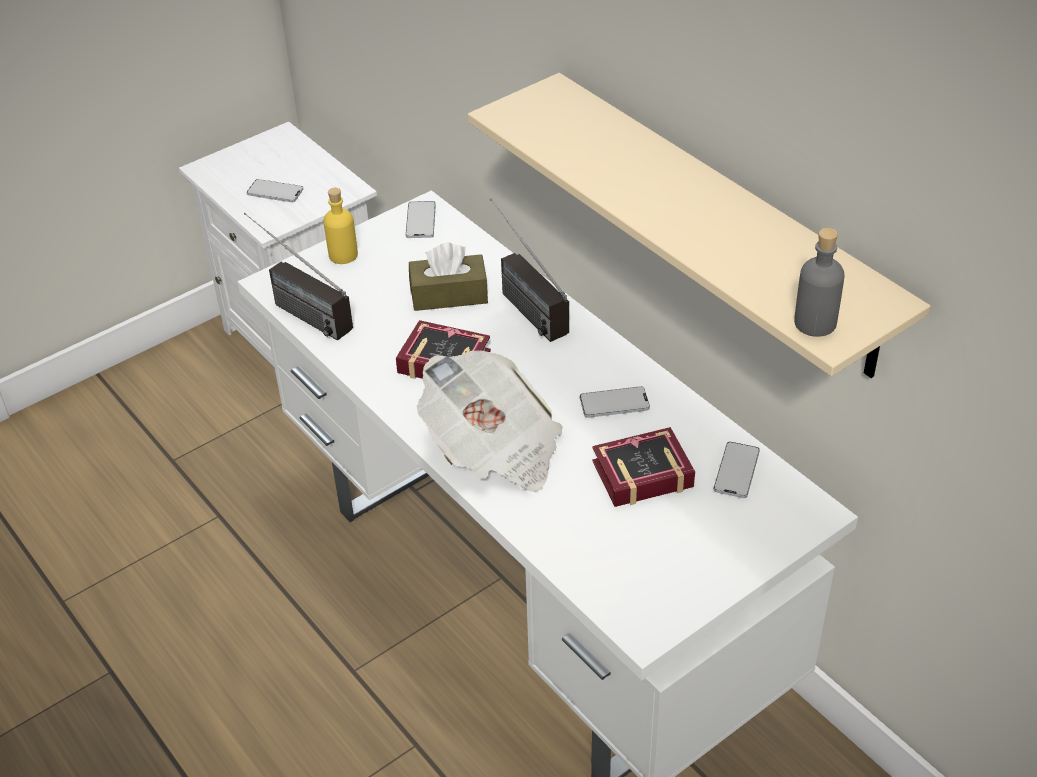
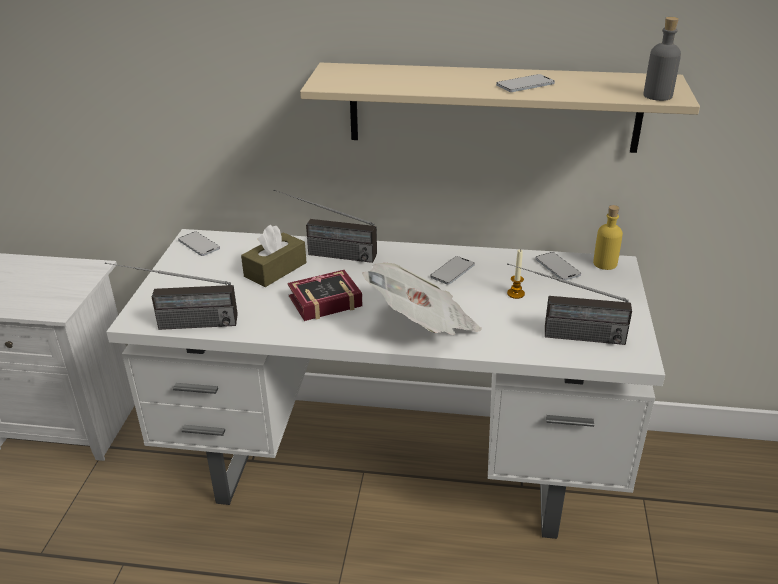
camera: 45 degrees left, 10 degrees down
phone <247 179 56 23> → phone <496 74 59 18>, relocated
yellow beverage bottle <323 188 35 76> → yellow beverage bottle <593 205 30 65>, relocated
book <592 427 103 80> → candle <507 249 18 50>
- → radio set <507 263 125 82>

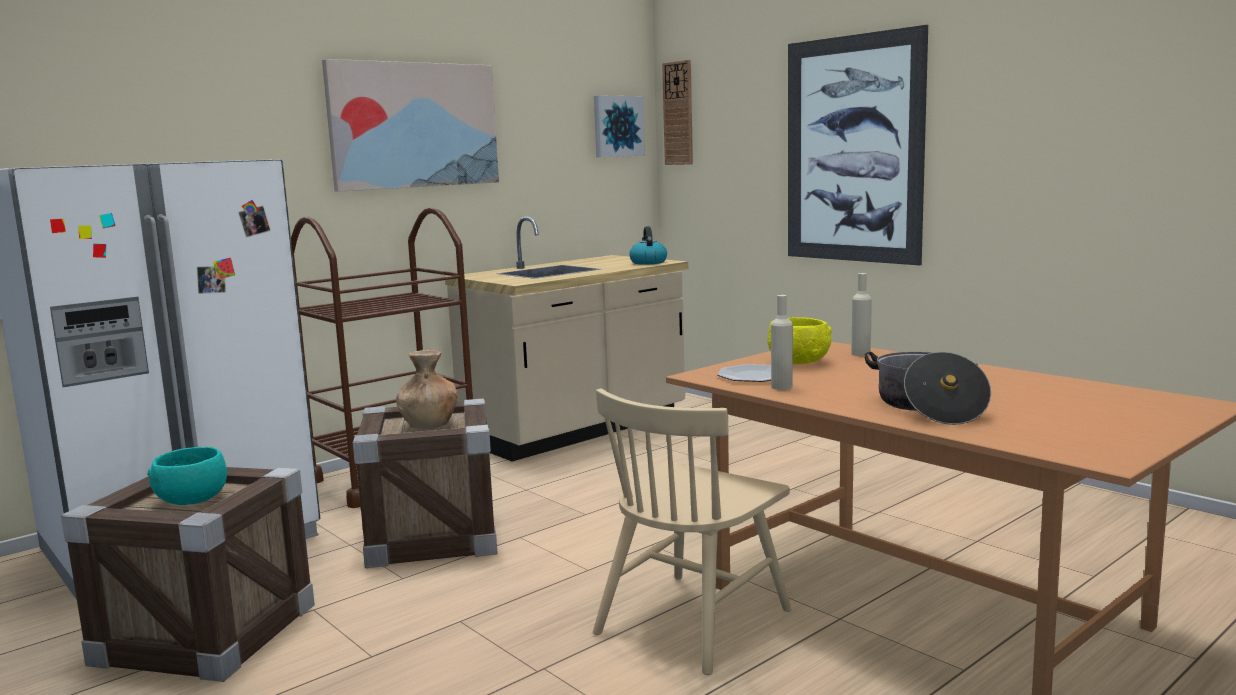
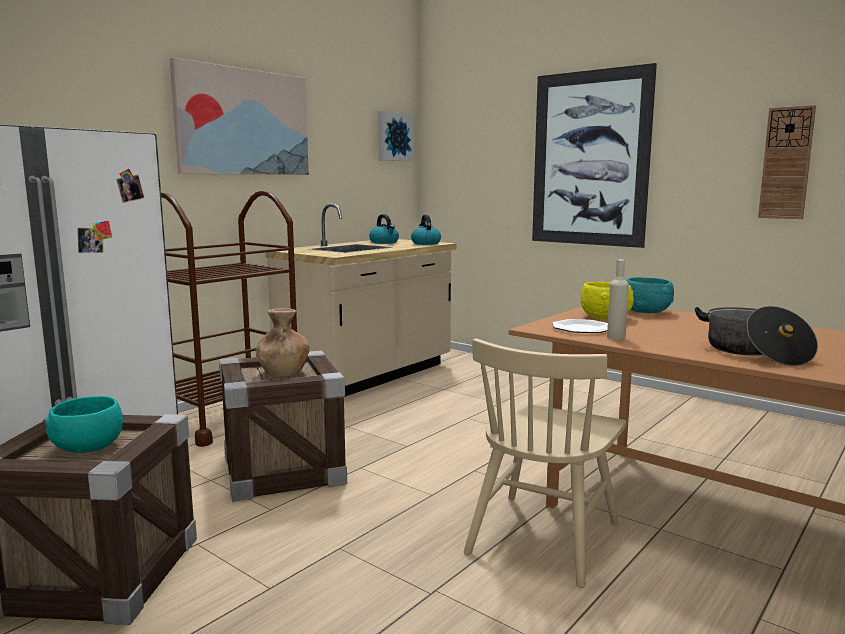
camera: 10 degrees left, 0 degrees up
wall clock <662 60 31 105> → wall clock <758 105 58 114>, relocated
sand-coloured beverage bottle <852 273 20 83> → turquoise-coloured serving bowl <626 277 48 36>
- → kettle <369 214 30 30>

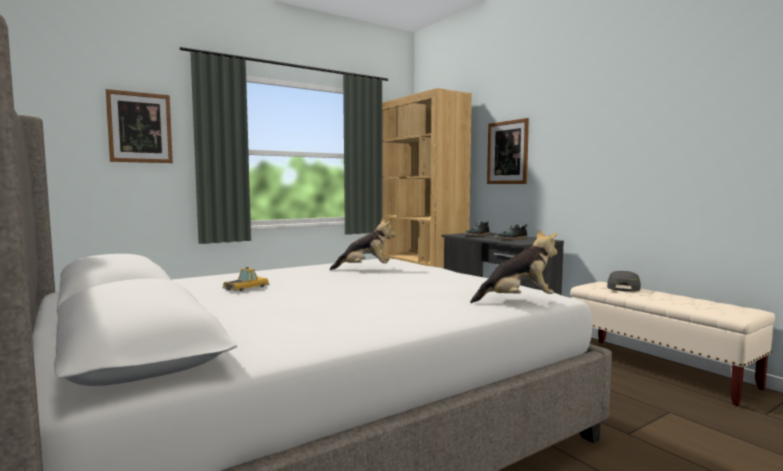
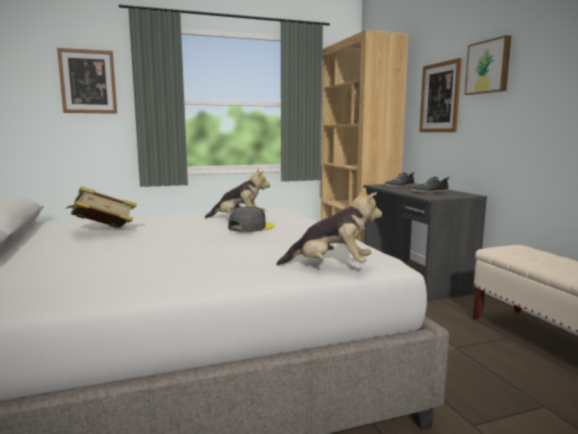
camera: 15 degrees right, 5 degrees up
model car <222 267 47 24> → book <66 186 71 42>
gray peaked cap <607 271 34 21> → gray peaked cap <228 206 47 26>, relocated
- → wall art <465 35 46 60>

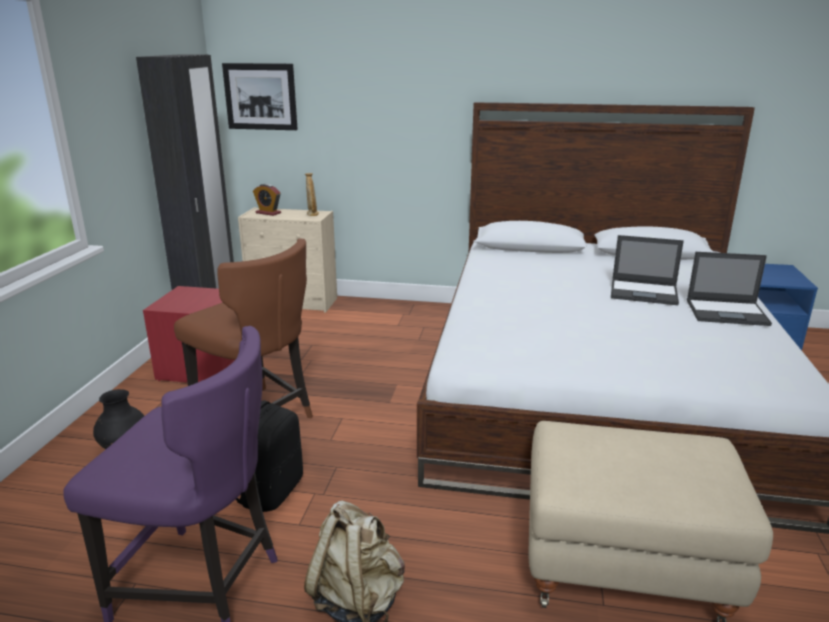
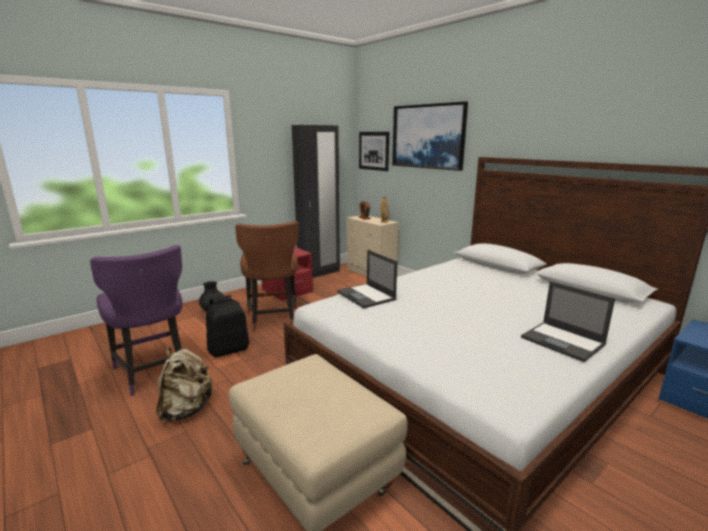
camera: 40 degrees right, 5 degrees down
laptop <611 235 73 70> → laptop <337 250 60 59>, relocated
- → wall art <392 101 76 70>

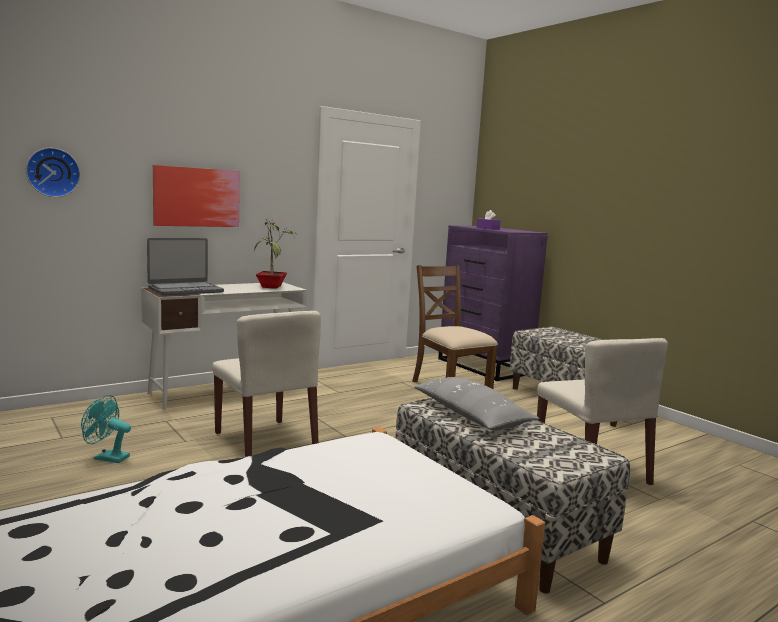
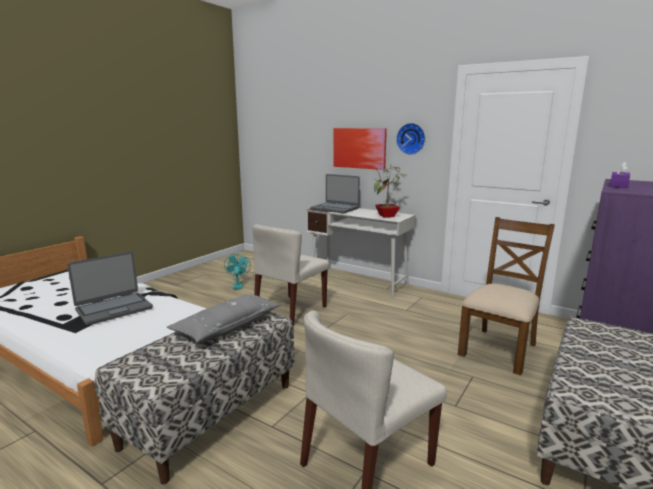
camera: 70 degrees right, 5 degrees up
wall clock <26 148 54 49> → wall clock <396 123 29 32>, relocated
- → laptop <67 252 86 74>

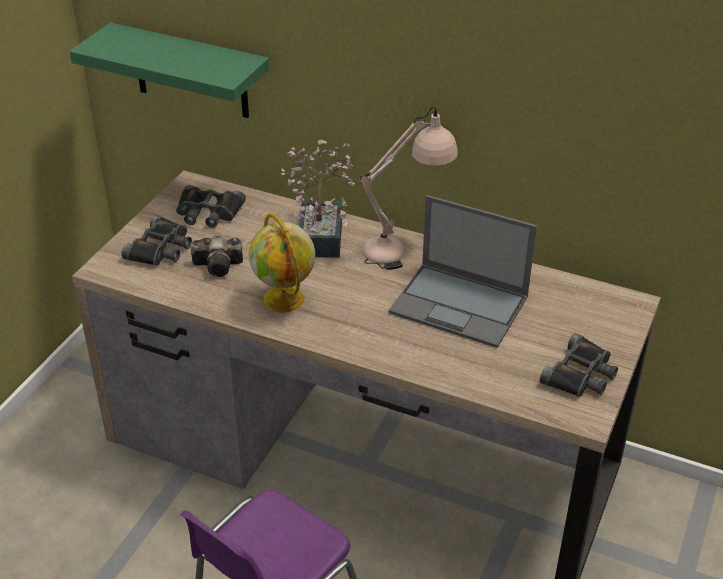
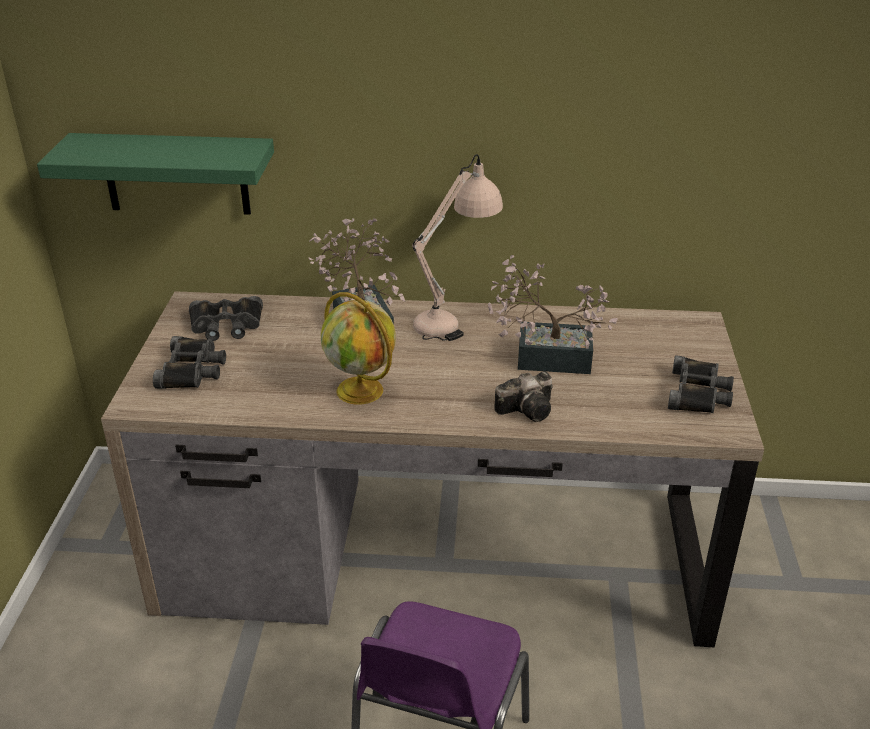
camera: 20 degrees left, 5 degrees down
still camera <191 235 52 42> → still camera <494 371 59 51>, relocated
laptop <389 195 148 153> → houseplant <488 255 130 119>

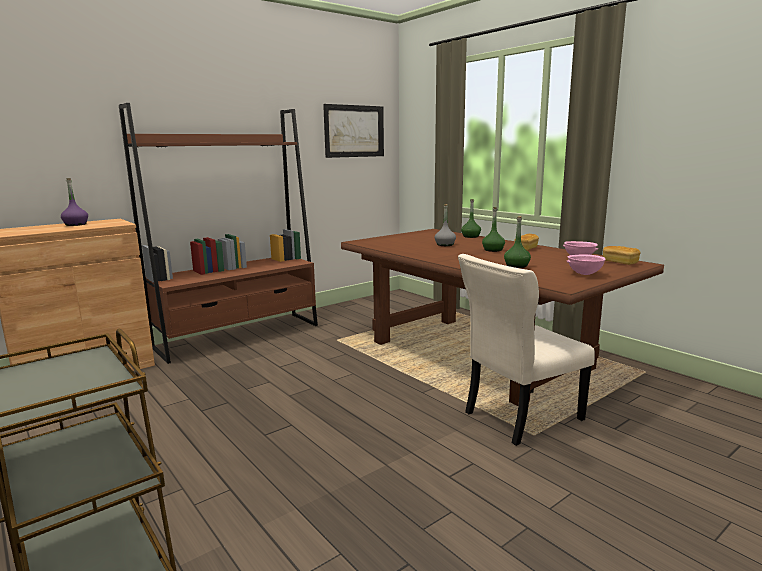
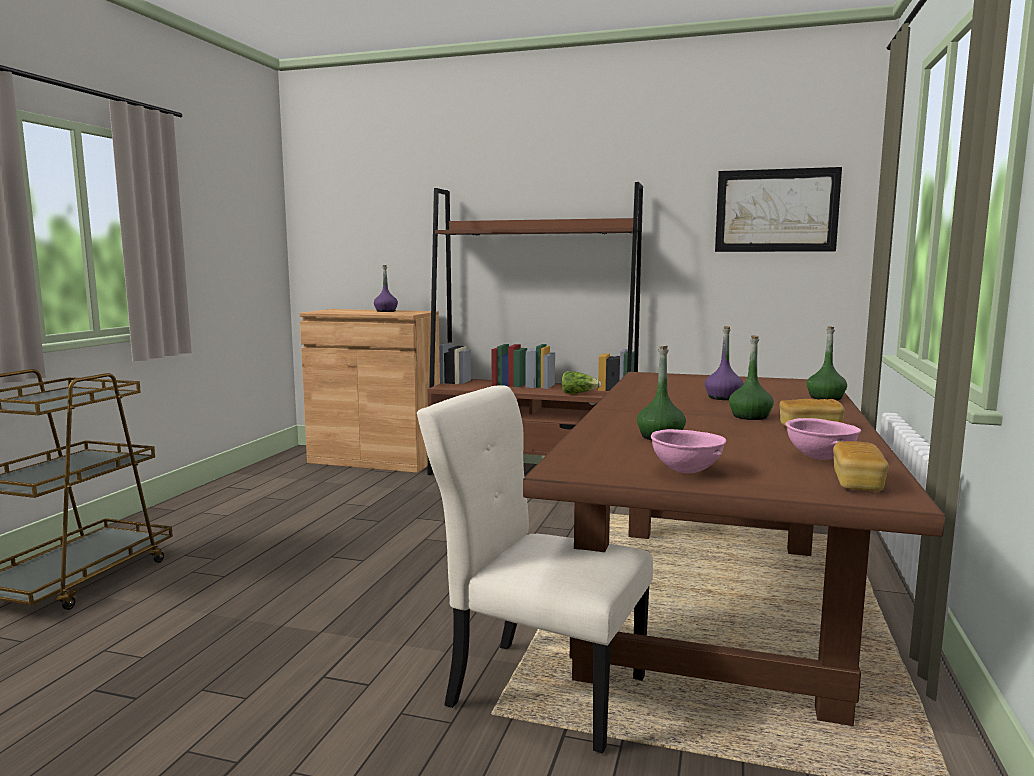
camera: 55 degrees right, 5 degrees down
gray beverage bottle <435 204 21 42> → purple beverage bottle <705 326 39 74>
- → head of lettuce <561 371 40 23>

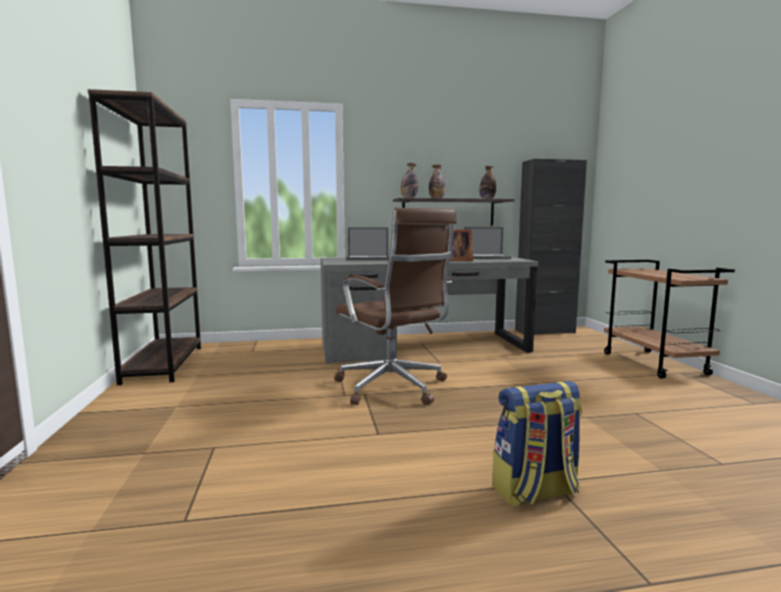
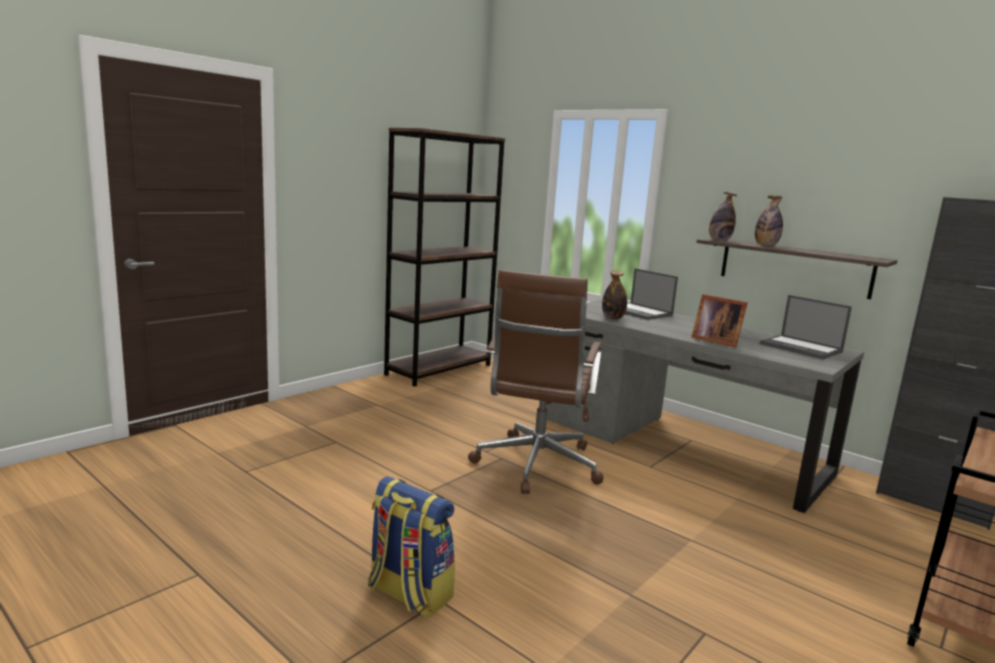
camera: 50 degrees right, 5 degrees up
beverage bottle <479 165 17 34> → beverage bottle <602 271 25 48>, relocated

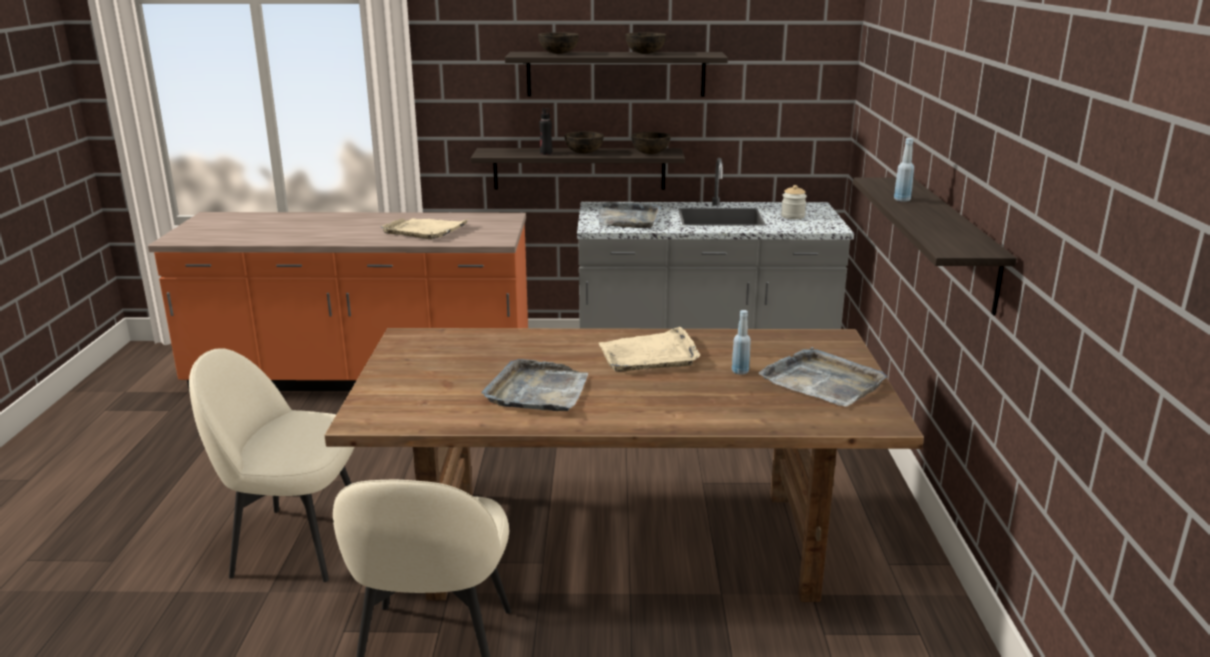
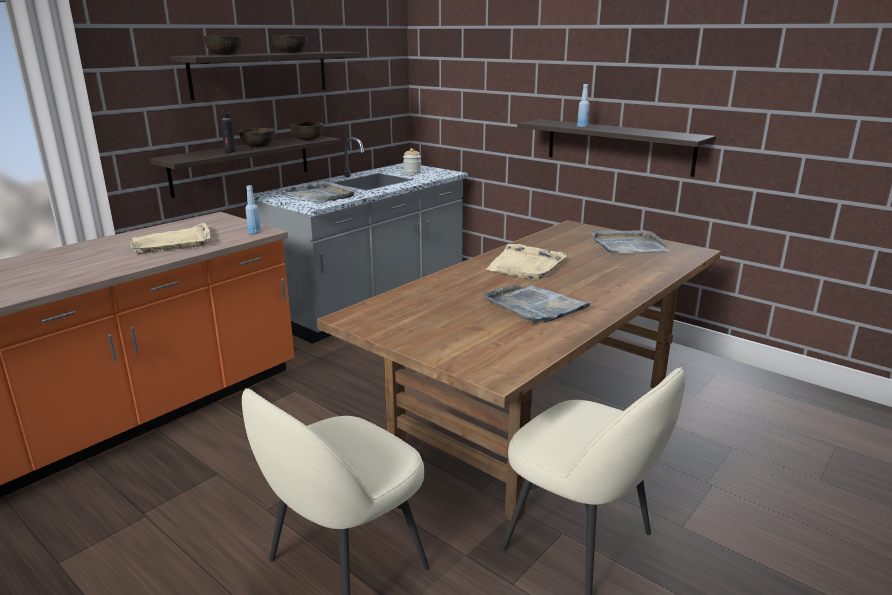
camera: 50 degrees left, 0 degrees up
blue beverage bottle <732 310 19 65> → blue beverage bottle <245 185 16 49>, relocated

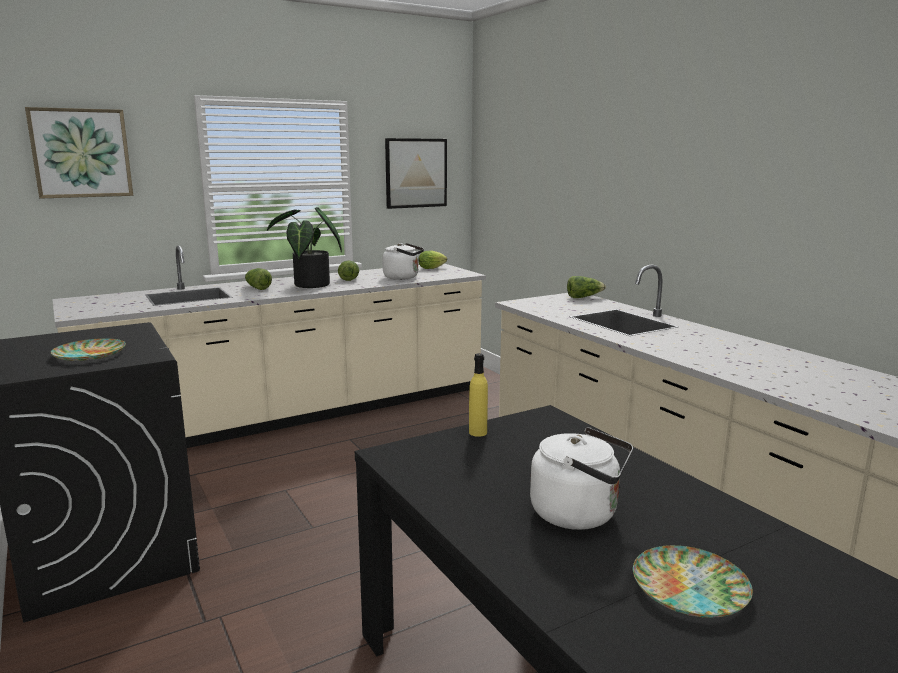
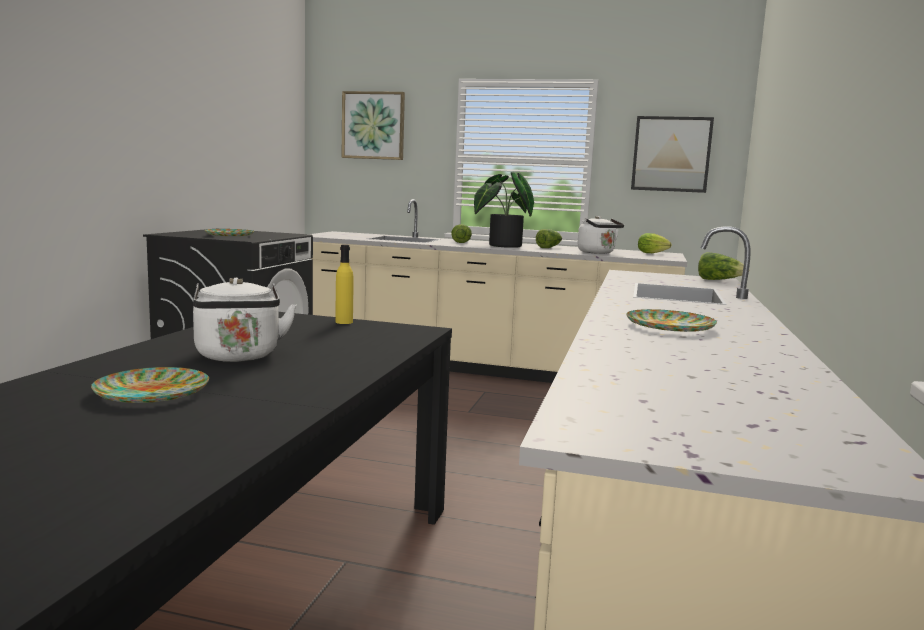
camera: 45 degrees right, 5 degrees down
- → dinner plate <626 309 91 23>

